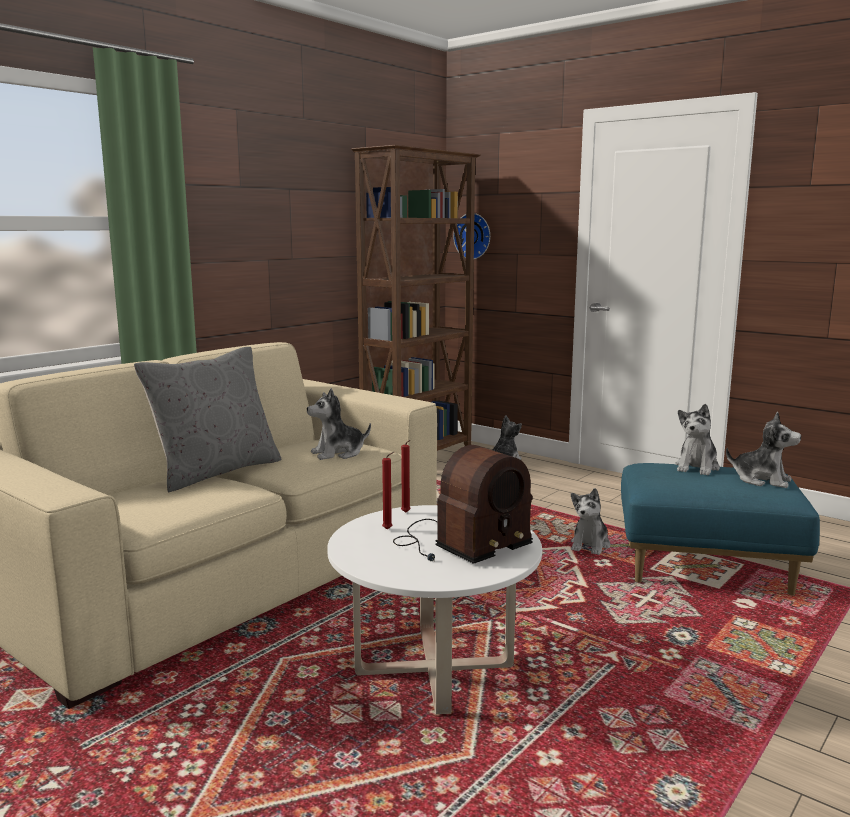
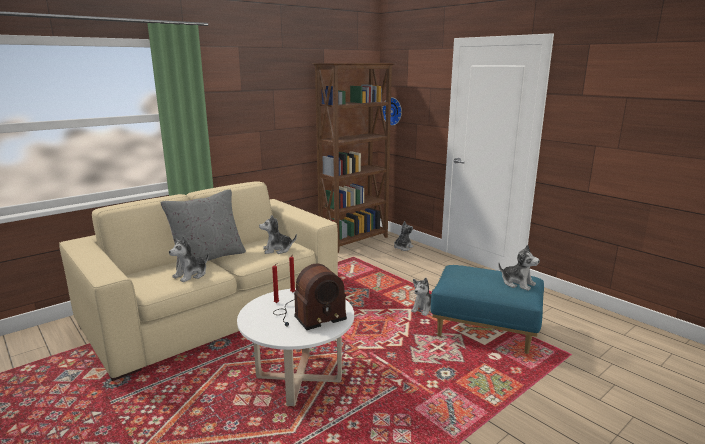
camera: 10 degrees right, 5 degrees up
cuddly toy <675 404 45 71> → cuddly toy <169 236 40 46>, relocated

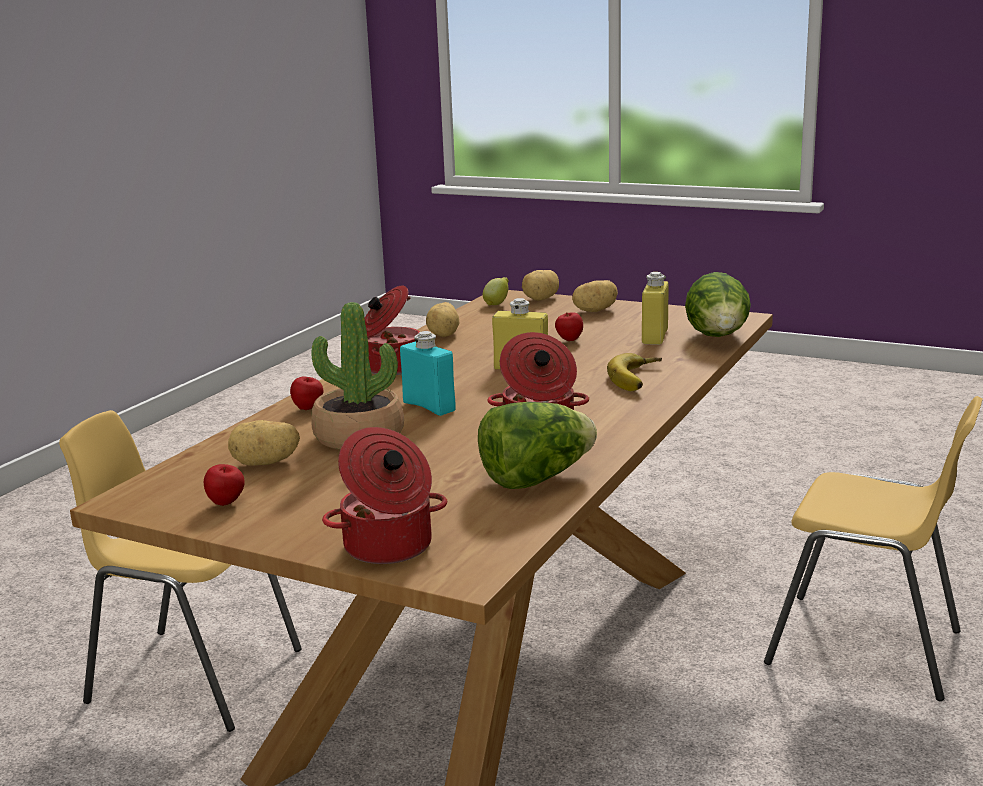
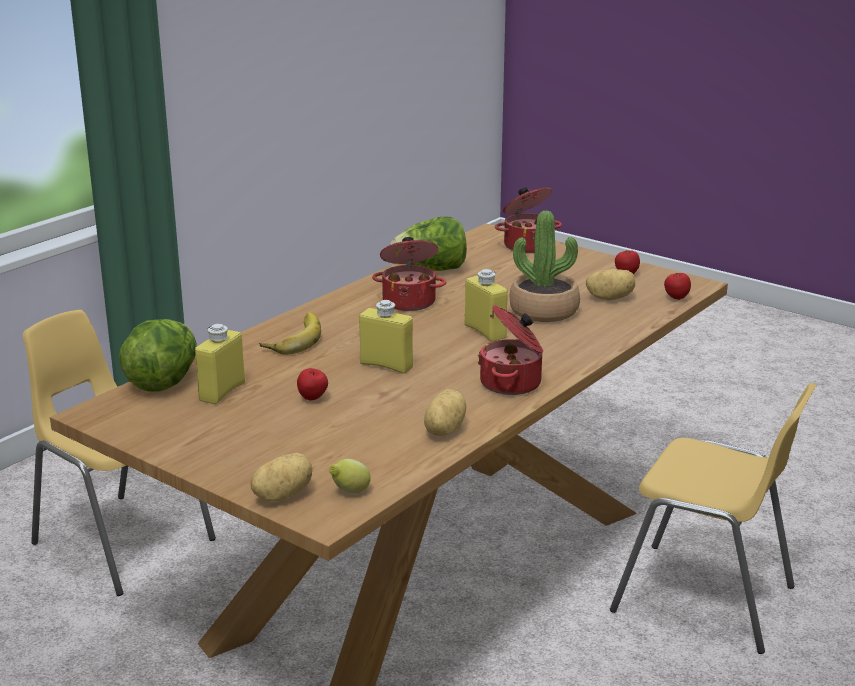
camera: 170 degrees left, 5 degrees up
apple fruit <290 377 33 33> → apple fruit <664 273 27 27>, relocated
turquoise-coloured beverage bottle <400 331 56 85> → yellow beverage bottle <465 269 43 73>
whole potato <572 280 46 32> → -

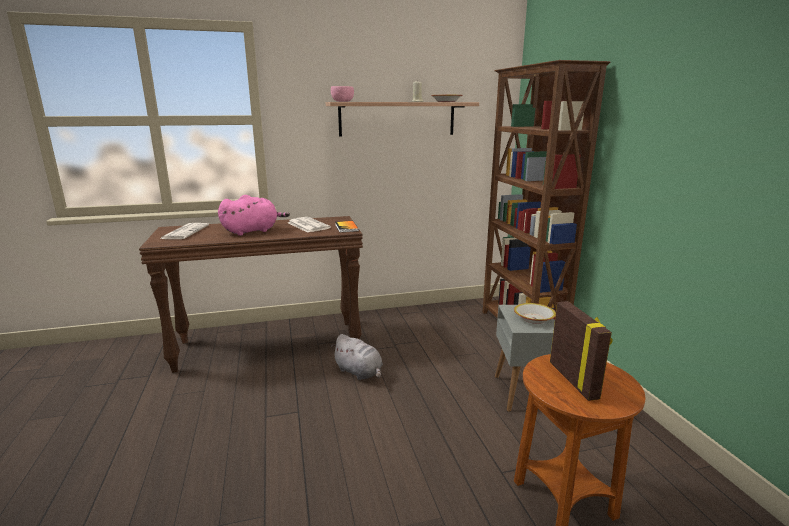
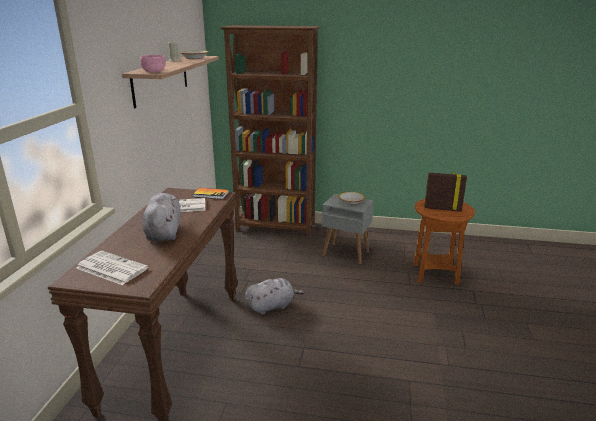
camera: 65 degrees left, 5 degrees up
pink cuddly toy <218 195 72 41> → gray cuddly toy <143 193 38 48>

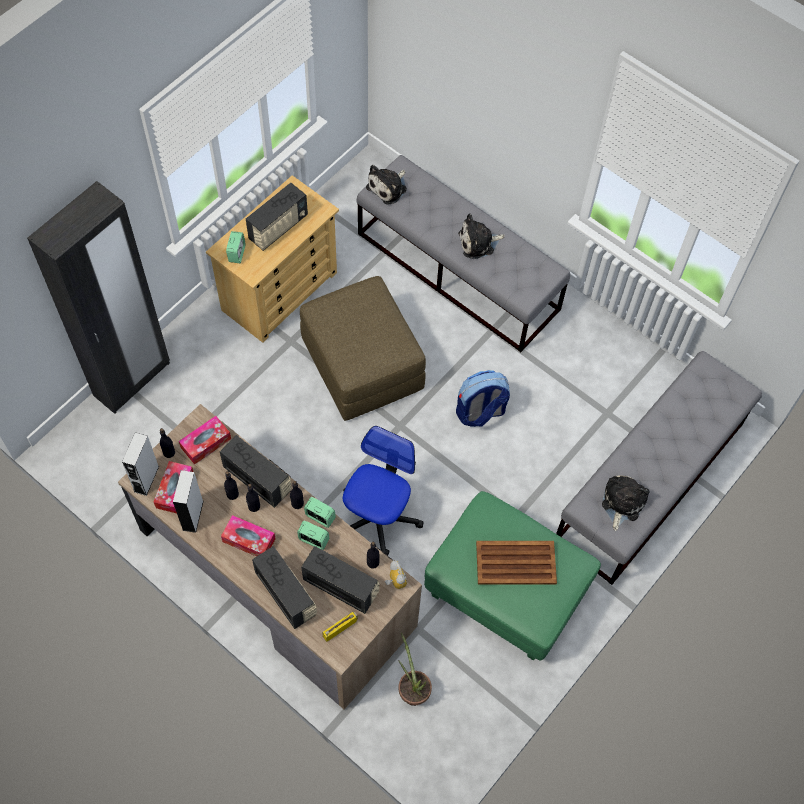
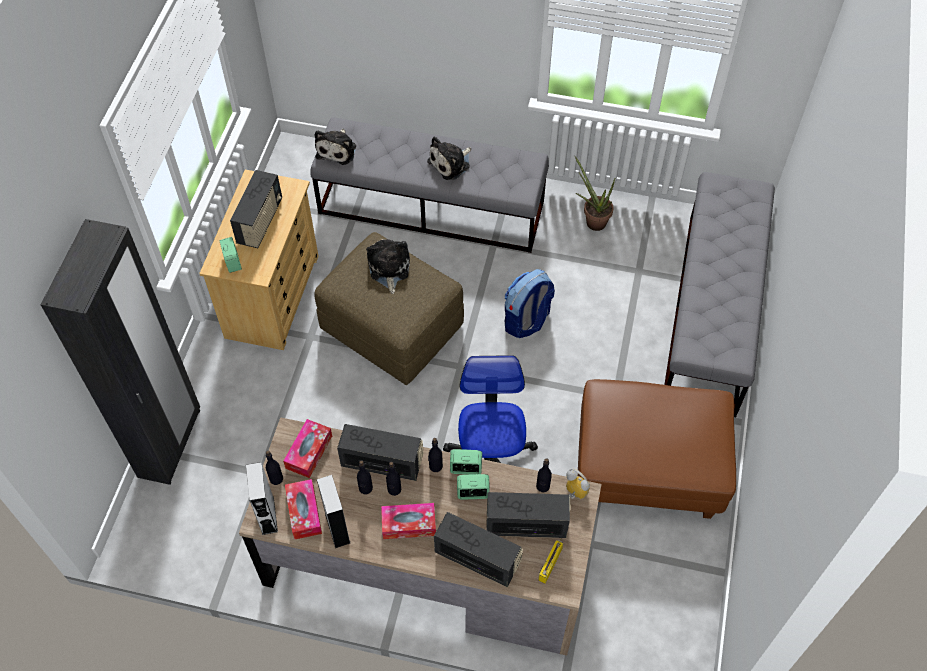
camera: 25 degrees left, 5 degrees down
houseplant <398 632 34 74> → houseplant <575 156 40 75>, relocated
green footrest <424 491 177 170> → brownish footrest <578 379 158 140>
brownish serving tray <476 541 81 44> → -
cuddly toy <602 475 47 56> → cuddly toy <366 239 44 55>, relocated

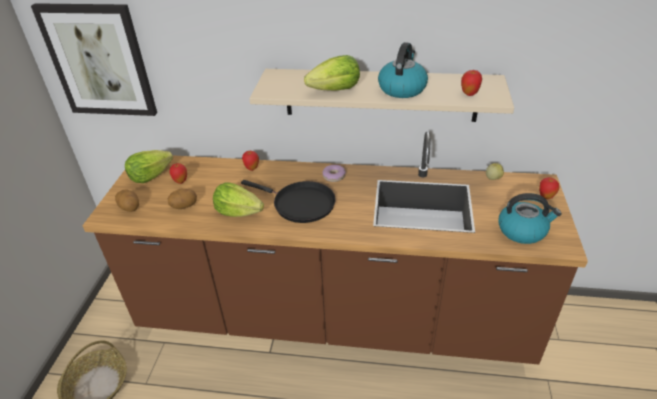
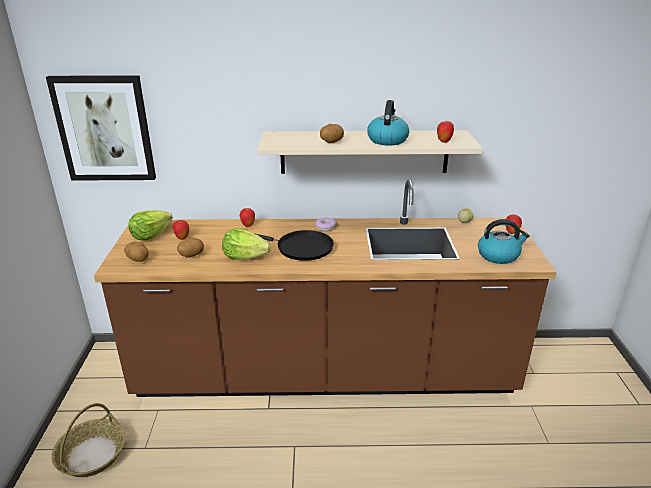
camera: 10 degrees left, 10 degrees down
head of lettuce <304 55 56 36> → whole potato <320 124 24 19>

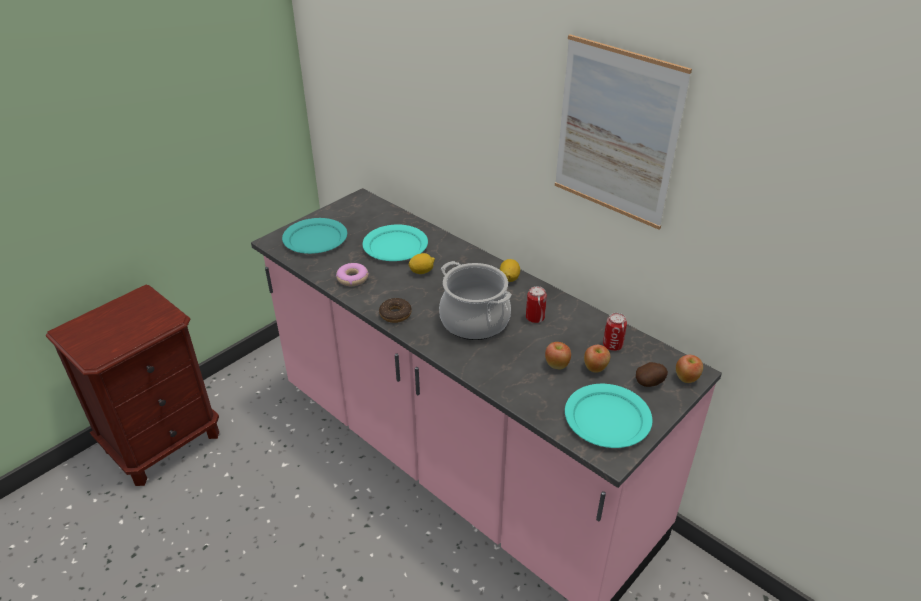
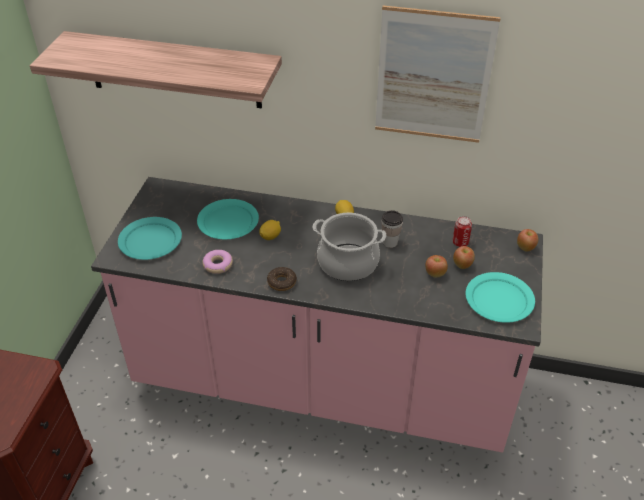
camera: 30 degrees left, 5 degrees up
can <526 286 21 37> → cup <382 210 21 38>
whole potato <636 362 32 25> → -
- → bracket shelf <30 31 252 78>

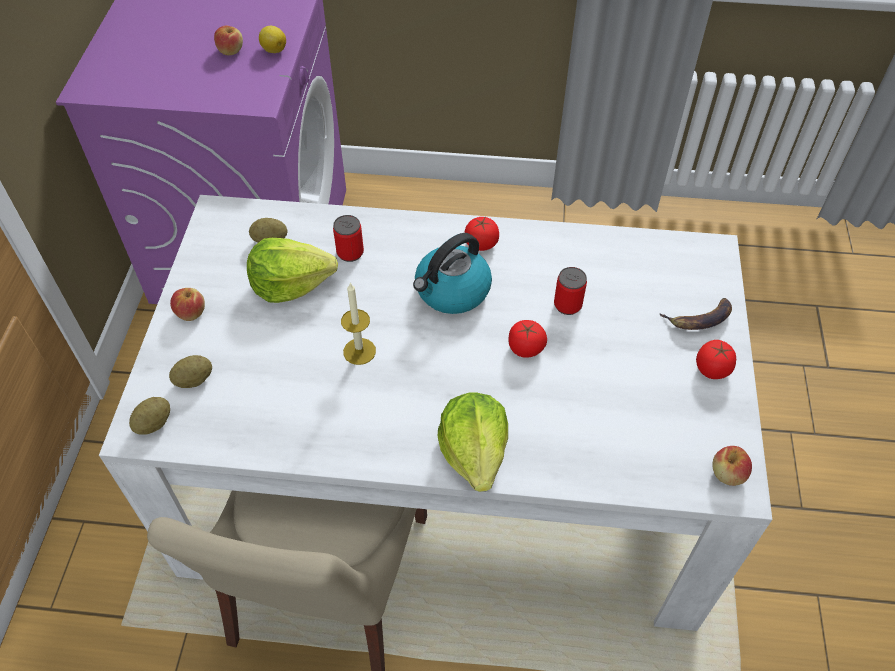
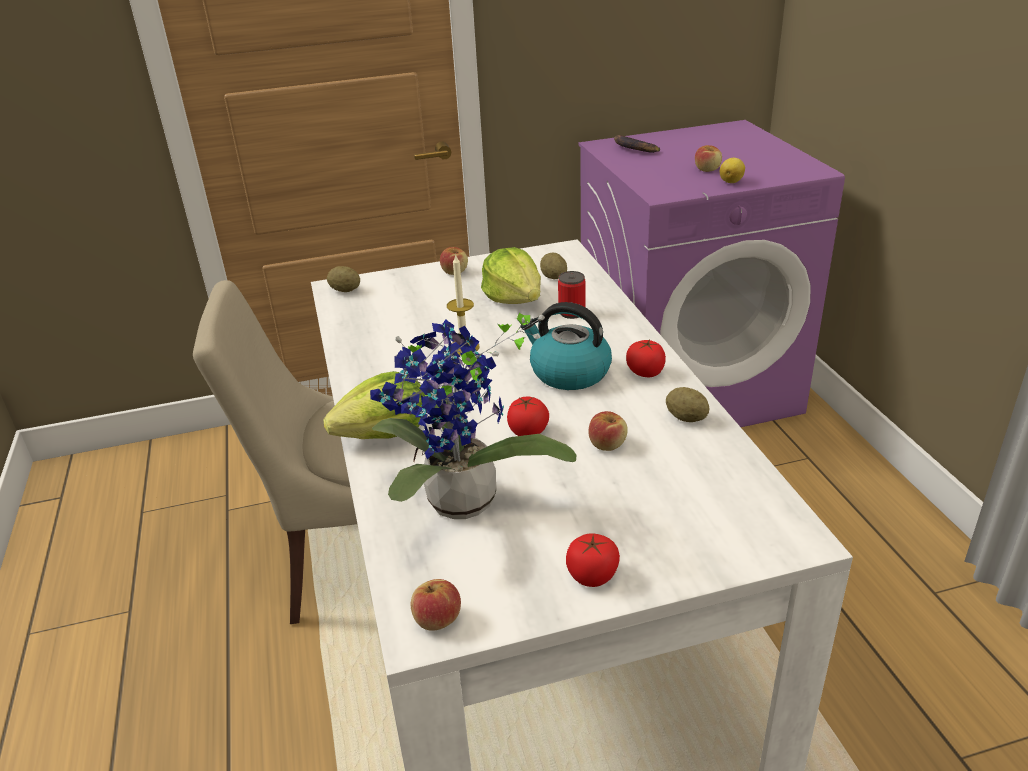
camera: 70 degrees right, 20 degrees down
whole potato <169 355 43 33> → whole potato <666 387 43 35>, relocated
can <554 267 33 48> → apple fruit <588 411 40 40>
banana <659 298 73 32> → banana <614 135 46 18>, relocated
- → houseplant <370 313 206 206>

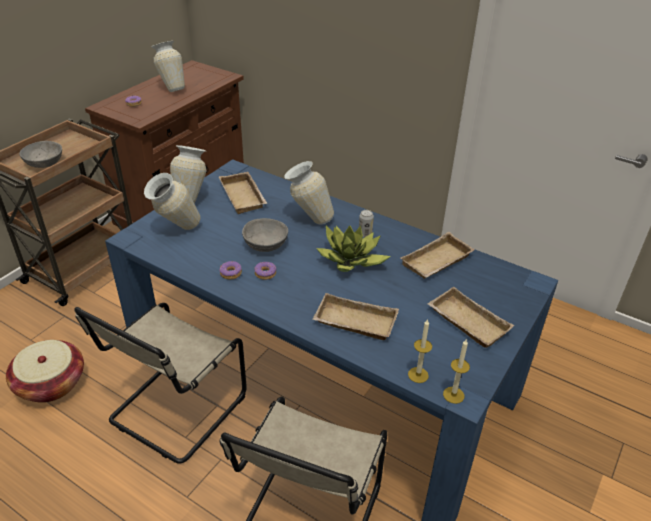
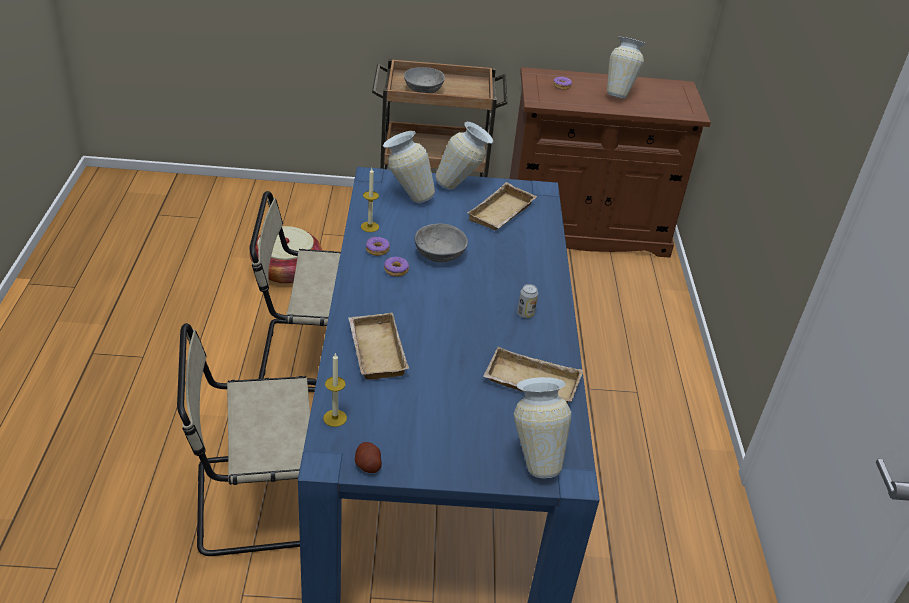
camera: 55 degrees right, 0 degrees up
vase <284 161 50 64> → vase <514 377 57 101>, relocated
houseplant <316 225 75 47> → -
sand-coloured serving tray <427 287 87 61> → -
candle <443 340 27 64> → candle <361 168 18 64>, relocated
- → whole potato <355 442 27 31>

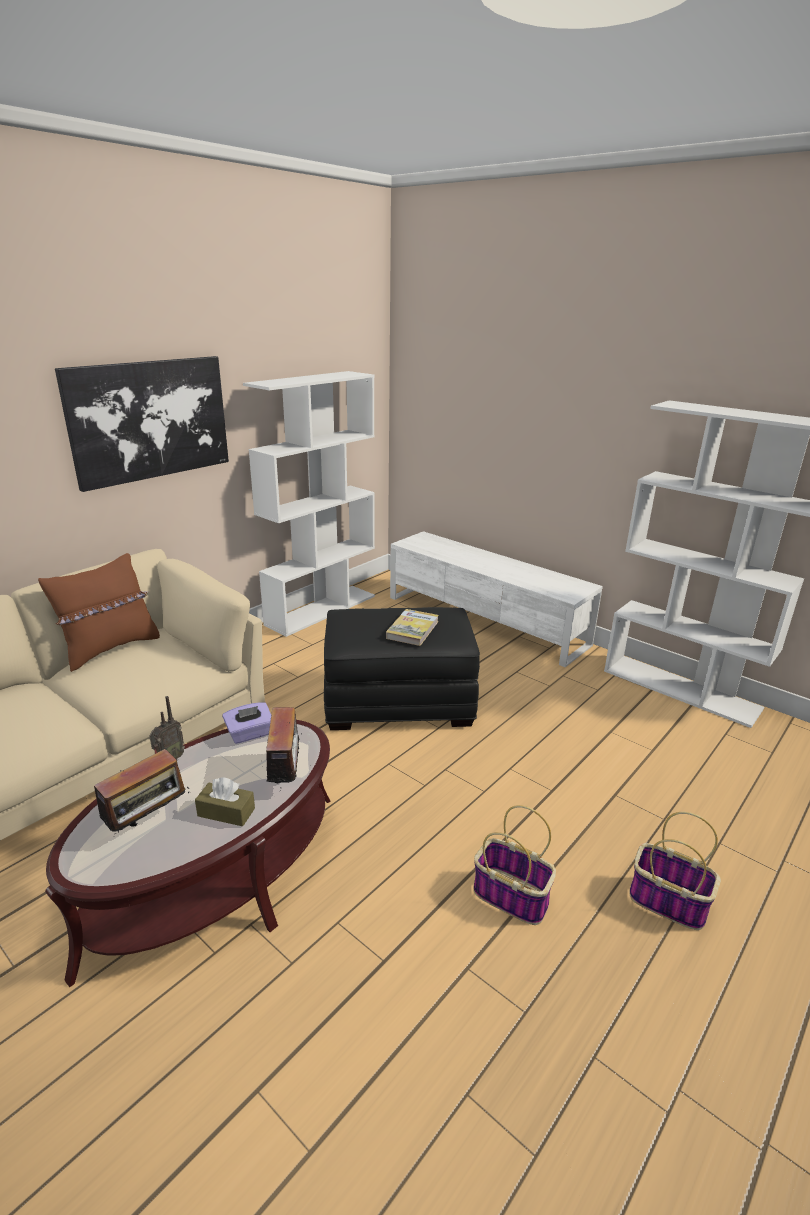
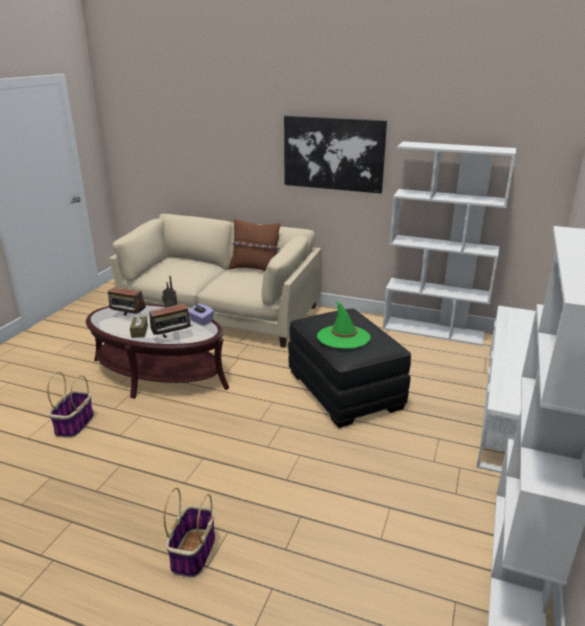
camera: 70 degrees right, 0 degrees up
book <386 609 53 37> → green clothing hat <317 300 54 49>
household basket <473 805 83 120> → household basket <47 372 47 66>, relocated

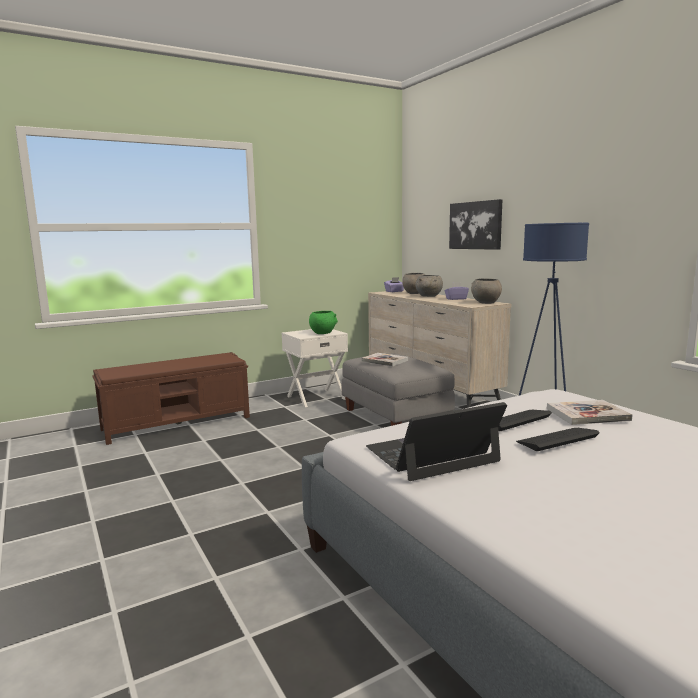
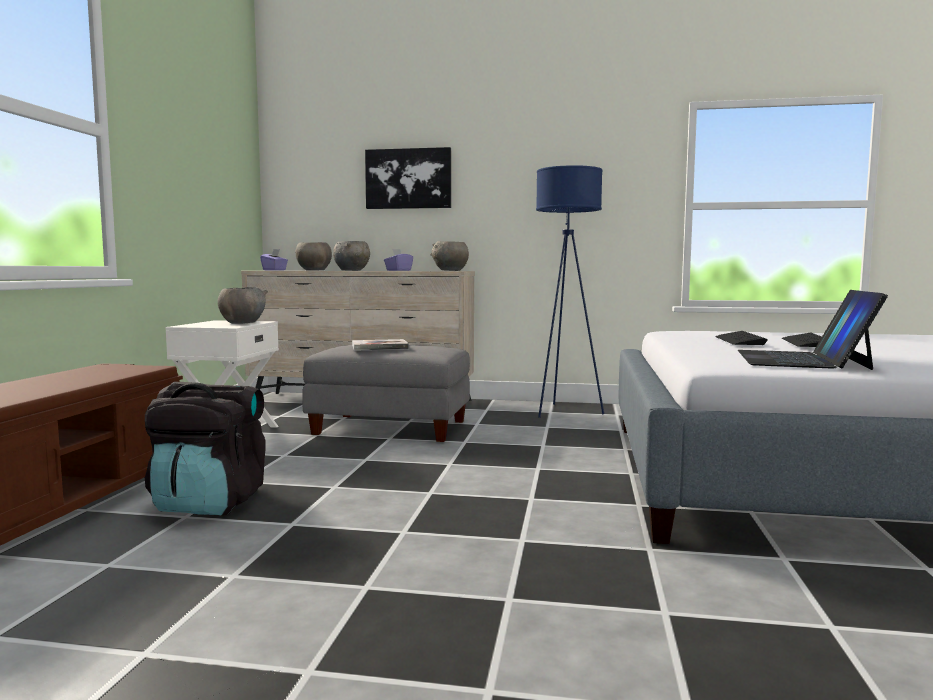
camera: 50 degrees left, 5 degrees down
green serving bowl <309 311 29 23> → gray serving bowl <218 287 50 37>
book <547 400 86 25> → -
- → black-coloured rucksack <145 382 121 134>

